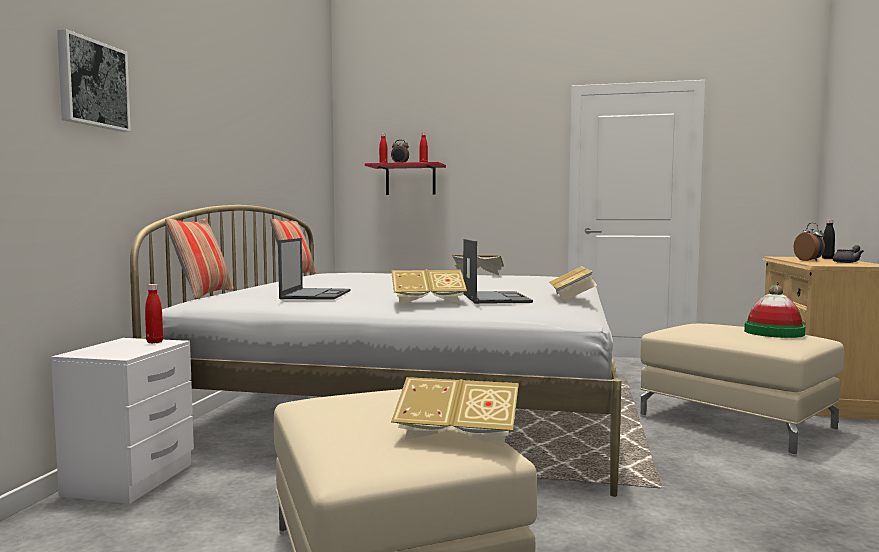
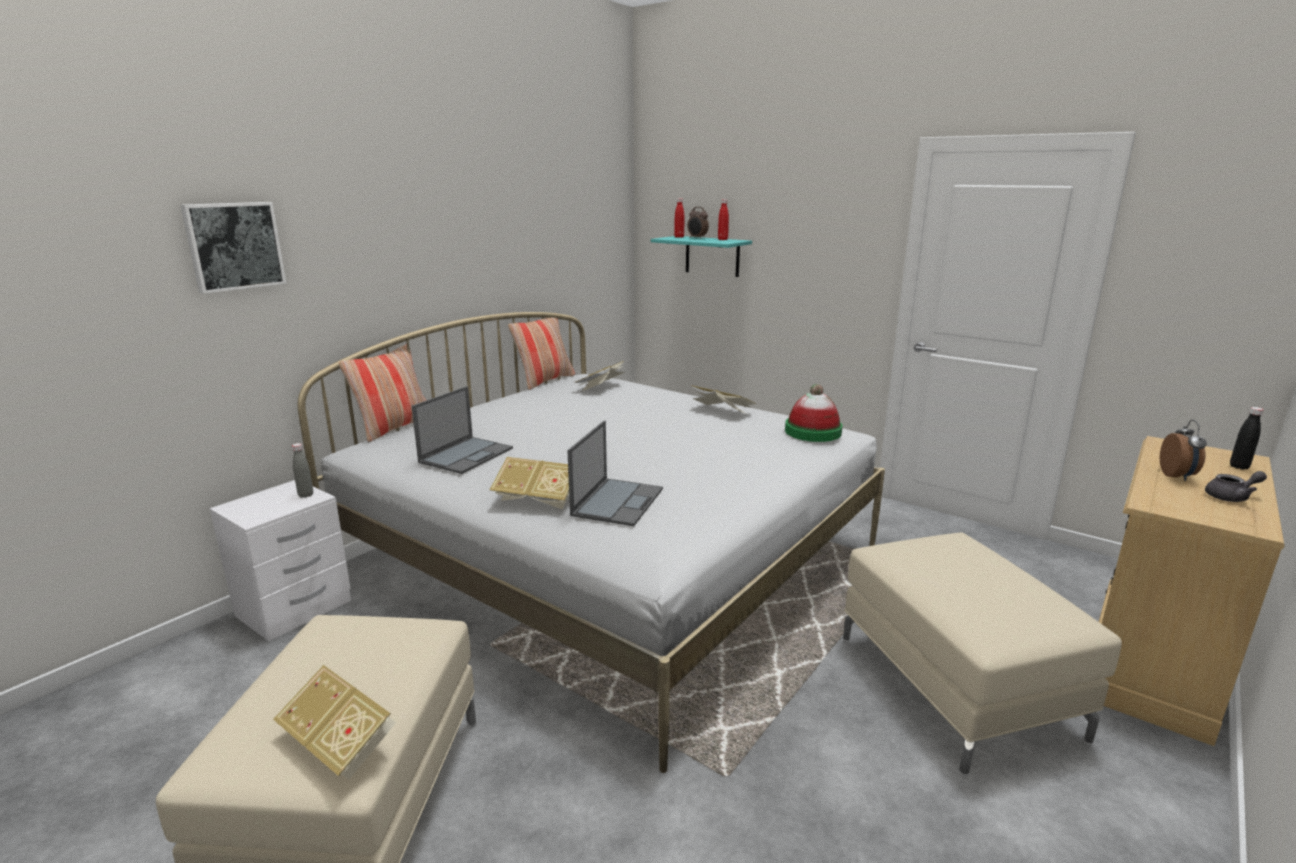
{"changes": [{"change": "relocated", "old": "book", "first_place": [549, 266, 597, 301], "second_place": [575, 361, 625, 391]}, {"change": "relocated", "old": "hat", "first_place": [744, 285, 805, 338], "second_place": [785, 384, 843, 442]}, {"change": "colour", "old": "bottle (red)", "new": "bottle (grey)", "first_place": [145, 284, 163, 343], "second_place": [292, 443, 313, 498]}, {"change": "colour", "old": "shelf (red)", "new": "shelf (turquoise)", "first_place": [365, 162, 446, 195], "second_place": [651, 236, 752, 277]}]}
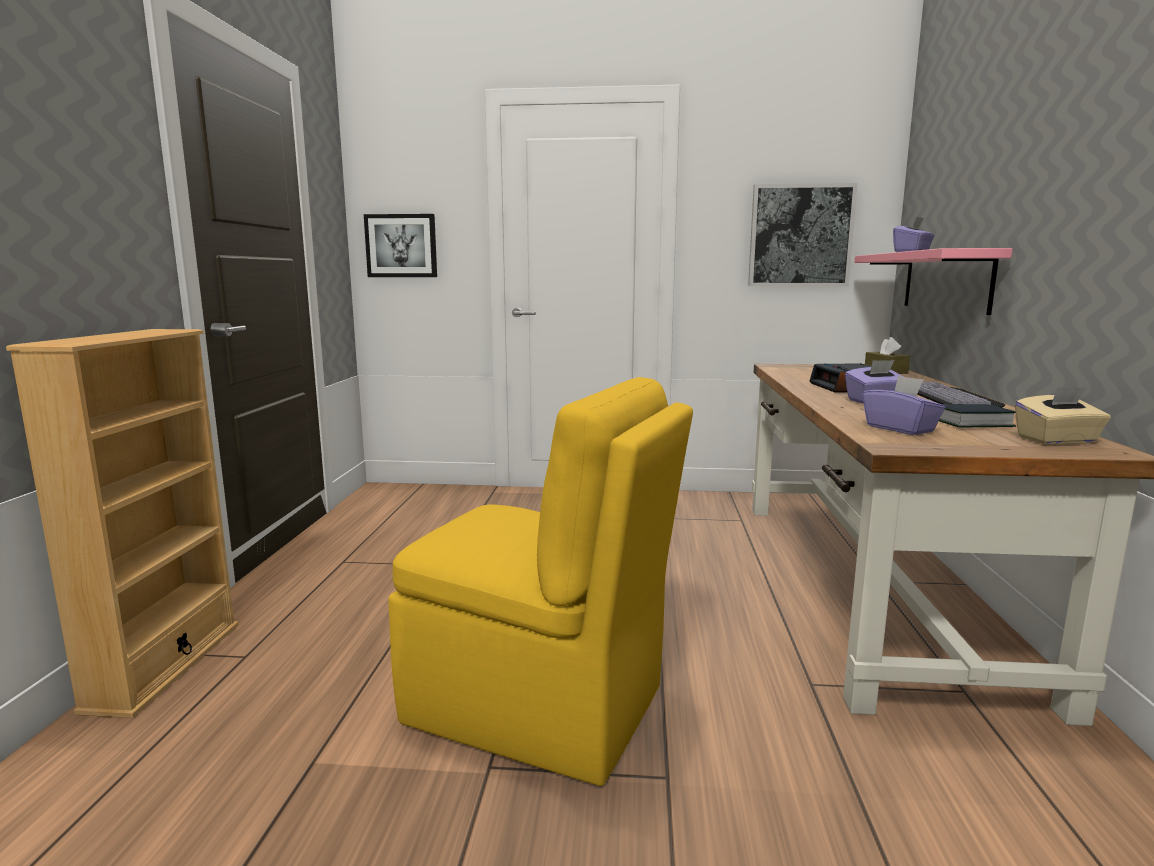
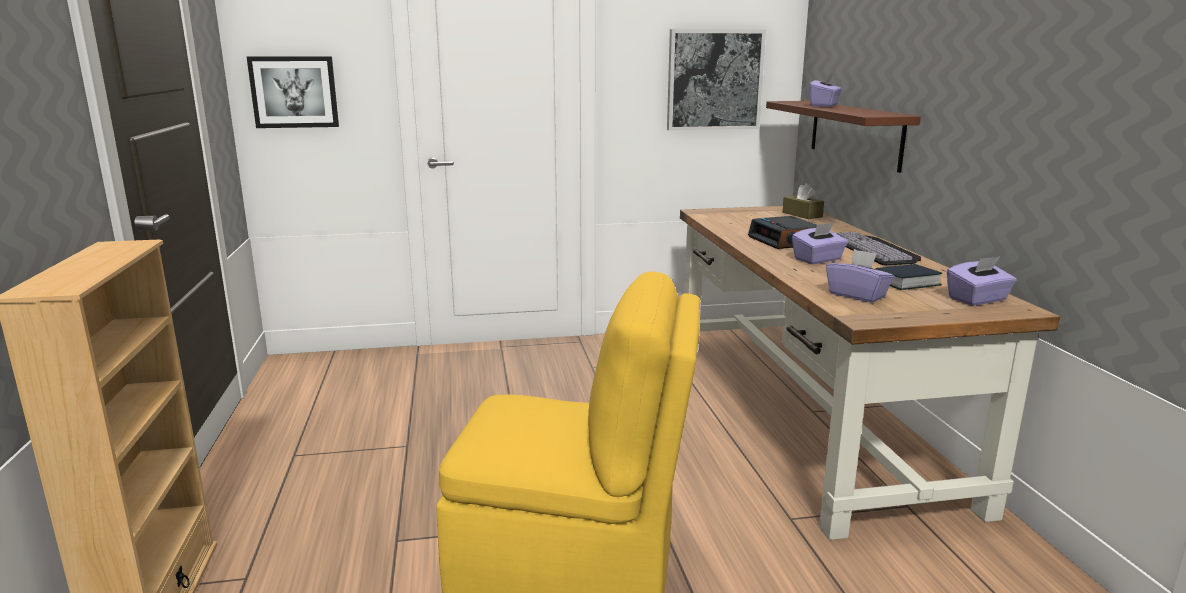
{"changes": [{"change": "colour", "old": "shelf (pink)", "new": "shelf (brown)", "first_place": [854, 248, 1013, 315], "second_place": [766, 101, 921, 173]}, {"change": "colour", "old": "tissue box (beige)", "new": "tissue box (purple)", "first_place": [1015, 387, 1111, 445], "second_place": [947, 257, 1017, 306]}]}
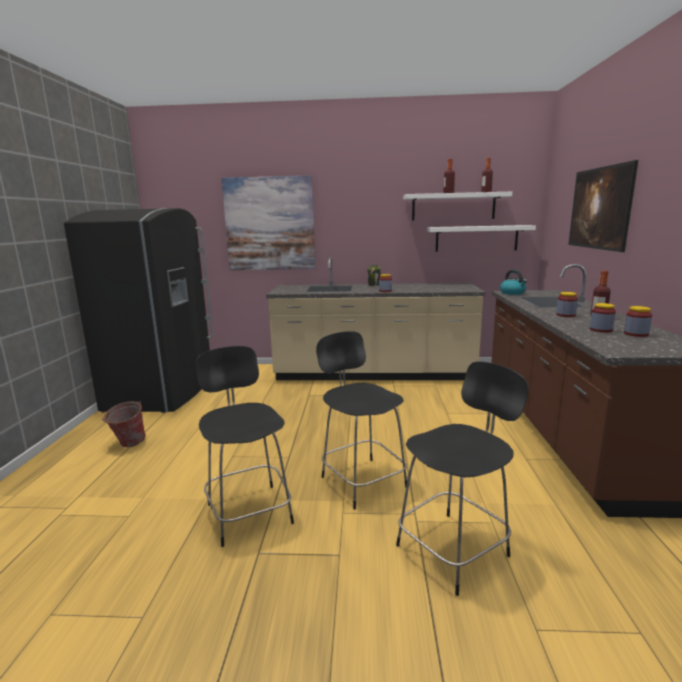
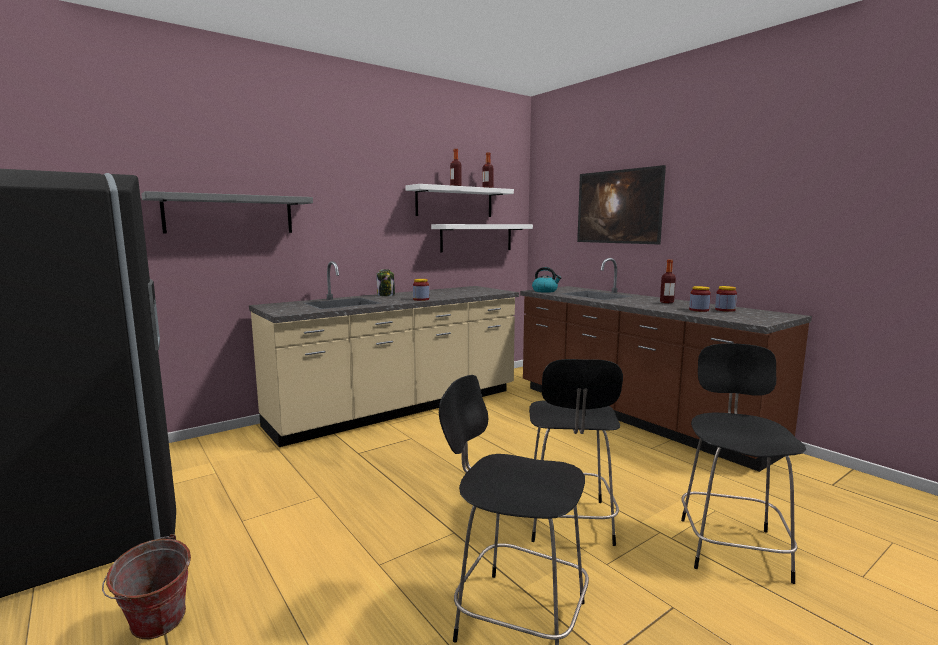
{"changes": [{"change": "missing", "old": "jar", "first_place": [556, 292, 578, 317]}, {"change": "exchanged", "old": "picture", "new": "shelf (grey)", "first_place": [221, 175, 315, 270], "second_place": [141, 191, 313, 234]}, {"change": "spun", "old": "chair (black)", "first_place": [316, 331, 407, 510], "second_place": [529, 359, 623, 546], "degrees": -105}]}
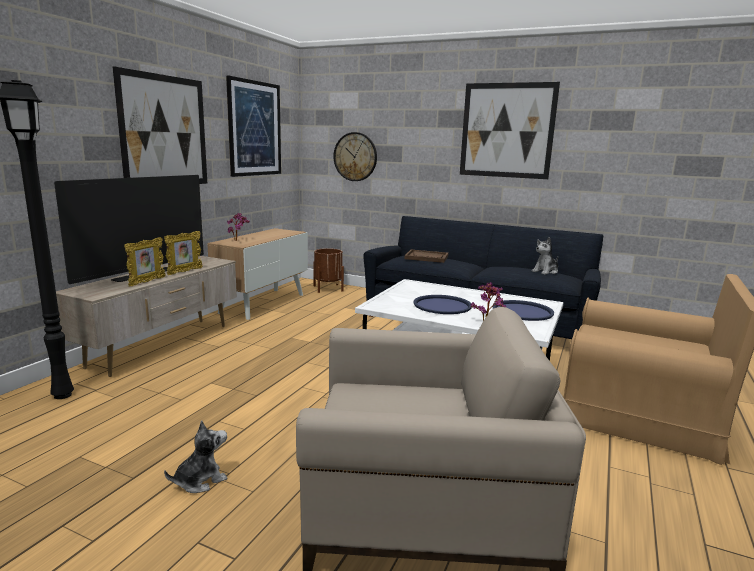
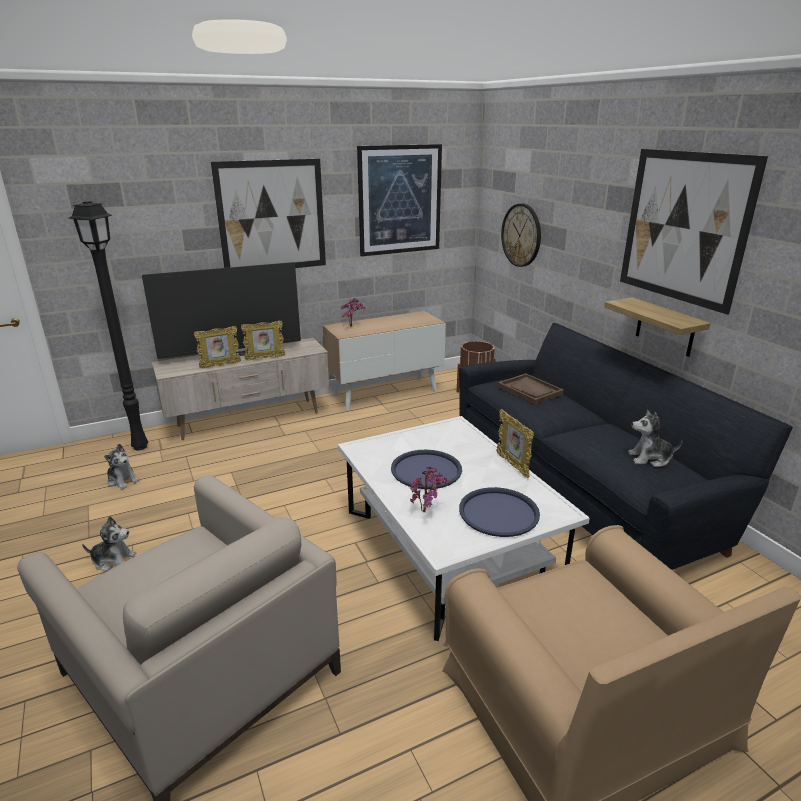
{"changes": [{"change": "appeared", "new": "plush toy", "second_place": [104, 444, 140, 490]}, {"change": "appeared", "new": "picture frame", "second_place": [496, 409, 534, 478]}, {"change": "appeared", "new": "shelf", "second_place": [604, 297, 711, 357]}]}
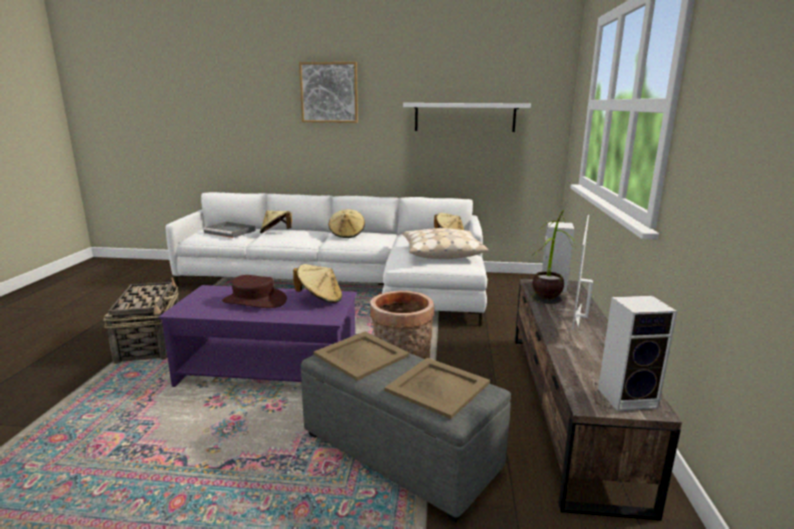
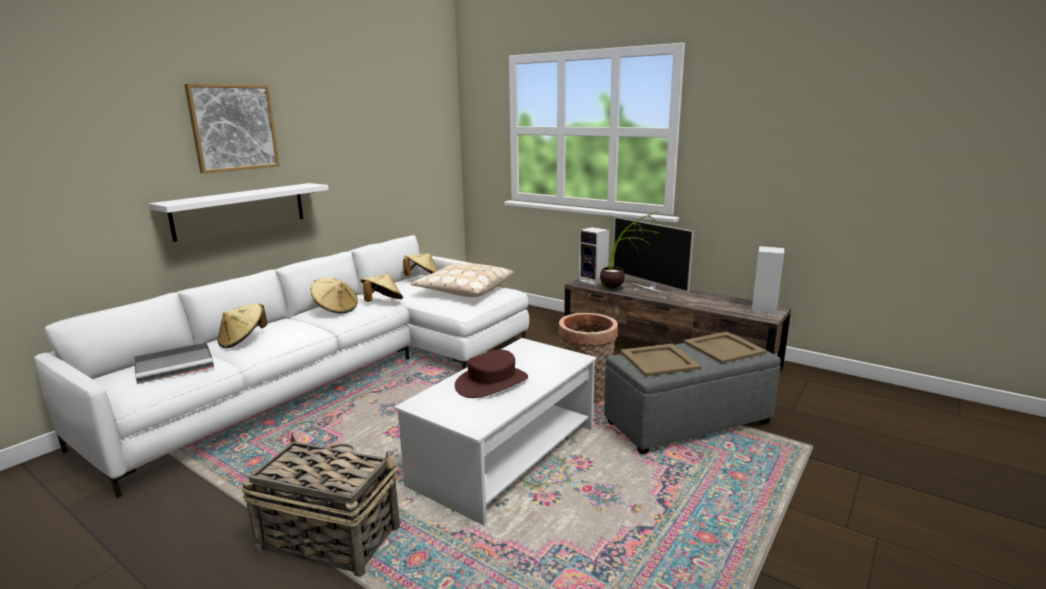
{"changes": [{"change": "relocated", "old": "hat (beige)", "first_place": [293, 264, 342, 303], "second_place": [360, 274, 403, 302]}, {"change": "relocated", "old": "shelf (white)", "first_place": [403, 103, 531, 132], "second_place": [149, 183, 329, 242]}, {"change": "colour", "old": "coffee table (purple)", "new": "coffee table (white)", "first_place": [158, 285, 357, 387], "second_place": [394, 338, 597, 526]}]}
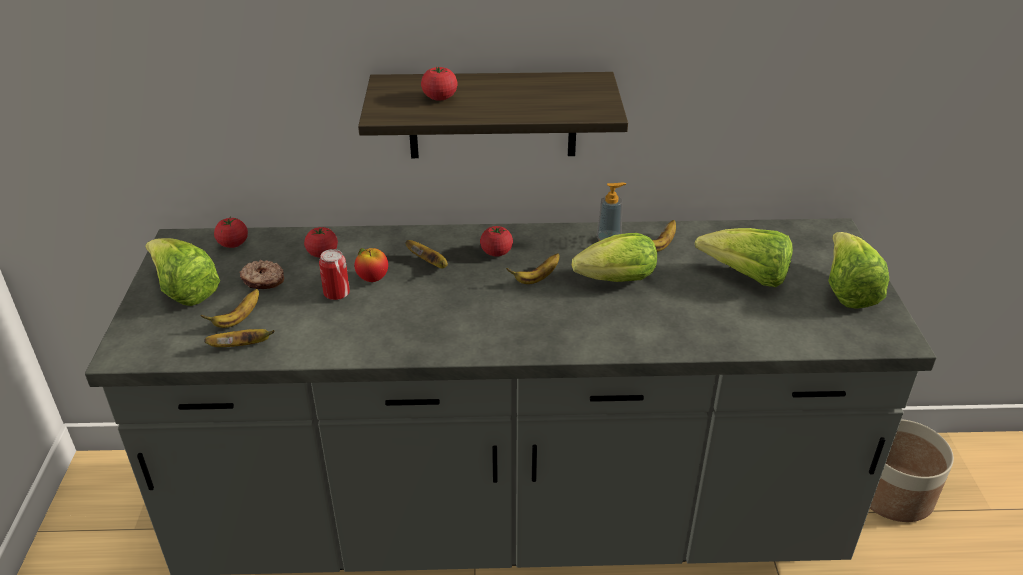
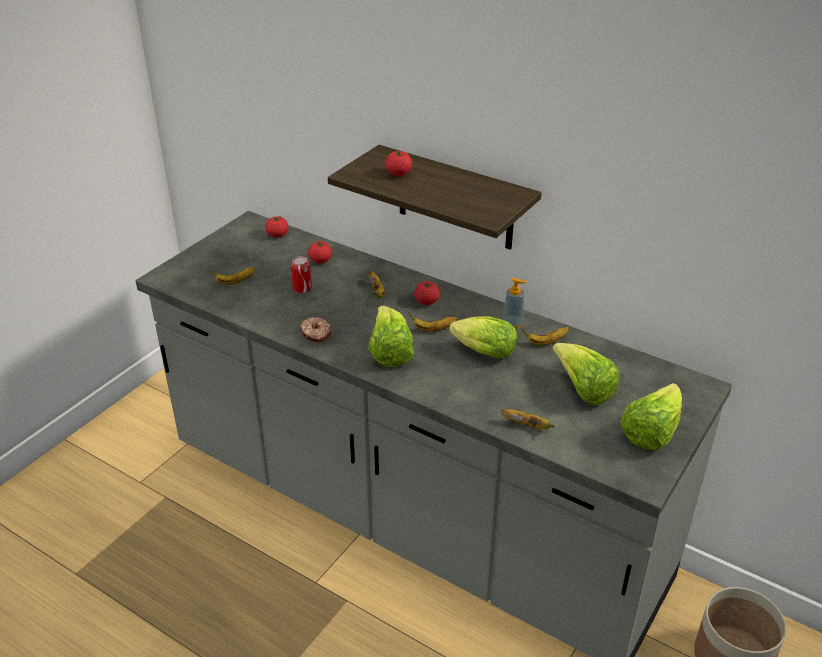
{"changes": [{"change": "missing", "old": "apple", "first_place": [355, 248, 388, 282]}, {"change": "relocated", "old": "lettuce", "first_place": [145, 238, 220, 306], "second_place": [368, 306, 414, 367]}, {"change": "relocated", "old": "banana", "first_place": [204, 329, 275, 347], "second_place": [501, 409, 555, 429]}, {"change": "relocated", "old": "donut", "first_place": [239, 260, 284, 289], "second_place": [300, 317, 331, 342]}]}
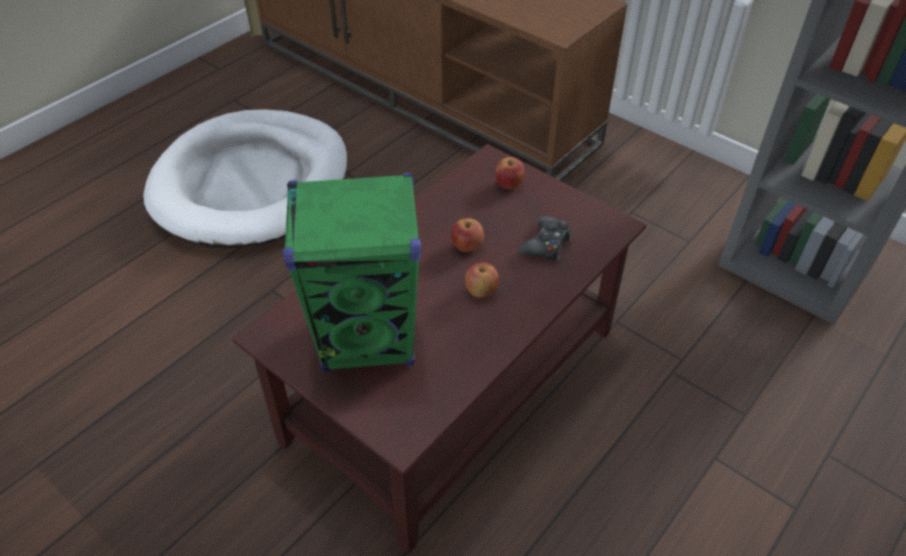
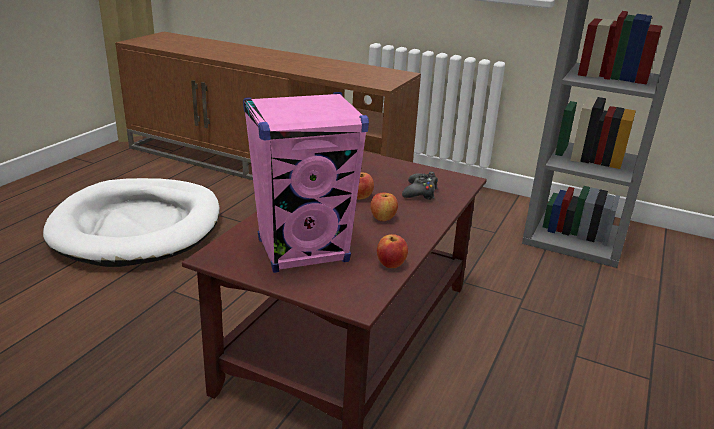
{"changes": [{"change": "relocated", "old": "apple", "first_place": [495, 157, 525, 189], "second_place": [377, 234, 408, 268]}, {"change": "colour", "old": "speaker (green)", "new": "speaker (pink)", "first_place": [283, 173, 421, 373], "second_place": [243, 92, 369, 273]}]}
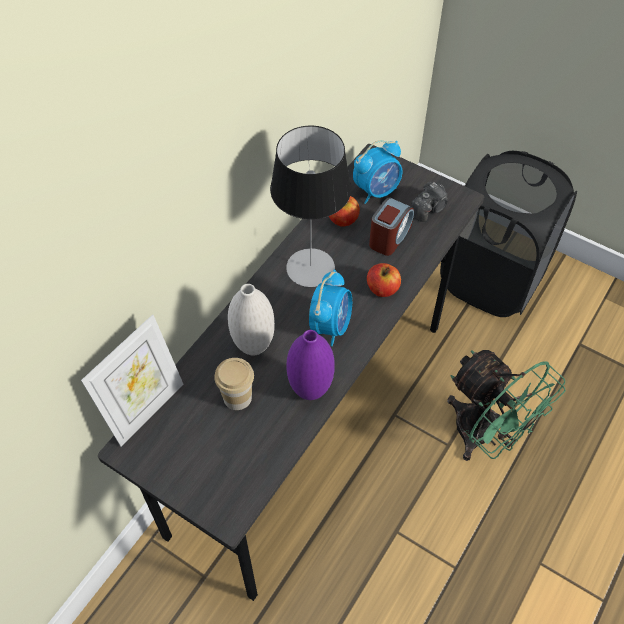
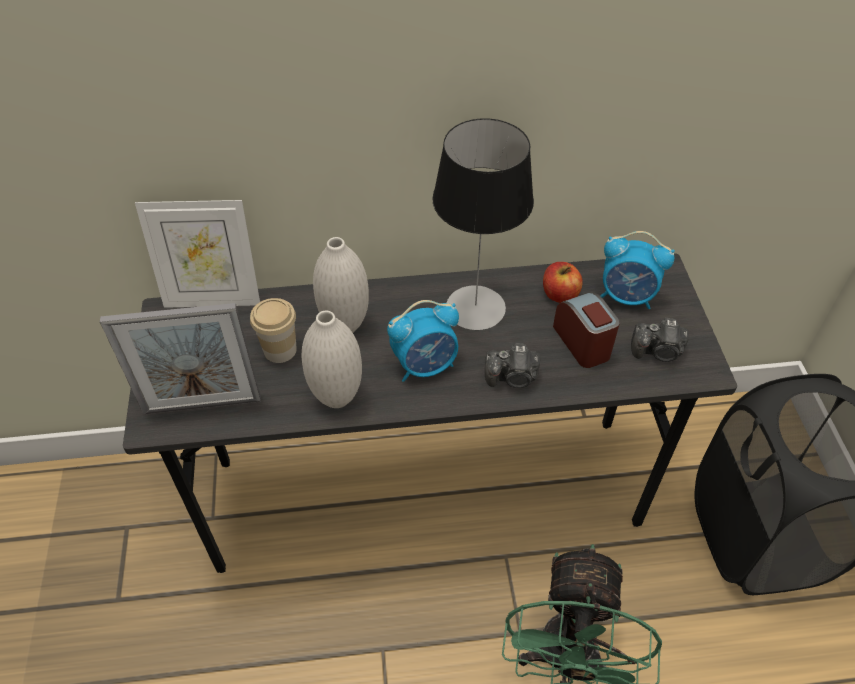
{"changes": [{"change": "appeared", "new": "picture frame", "second_place": [100, 303, 261, 414]}, {"change": "exchanged", "old": "apple", "new": "photo camera", "first_place": [367, 263, 401, 297], "second_place": [485, 343, 540, 388]}, {"change": "colour", "old": "vase (purple)", "new": "vase (white)", "first_place": [286, 330, 335, 400], "second_place": [301, 310, 362, 408]}, {"change": "spun", "old": "alarm clock", "first_place": [369, 197, 414, 256], "second_place": [553, 292, 620, 368], "degrees": -105}]}
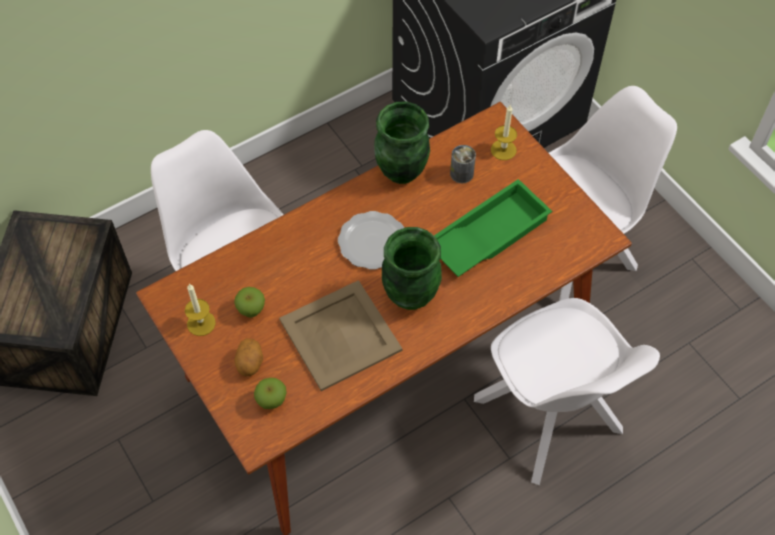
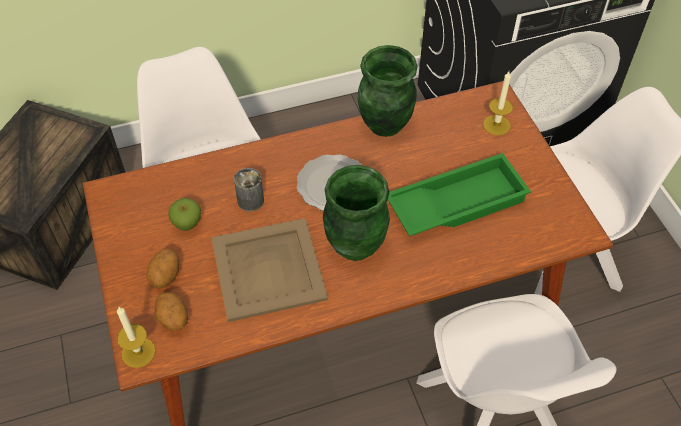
{"changes": [{"change": "relocated", "old": "candle", "first_place": [185, 284, 216, 336], "second_place": [117, 306, 156, 368]}, {"change": "relocated", "old": "can", "first_place": [450, 145, 476, 183], "second_place": [234, 168, 264, 212]}, {"change": "exchanged", "old": "apple", "new": "potato", "first_place": [254, 378, 287, 409], "second_place": [155, 292, 188, 331]}]}
